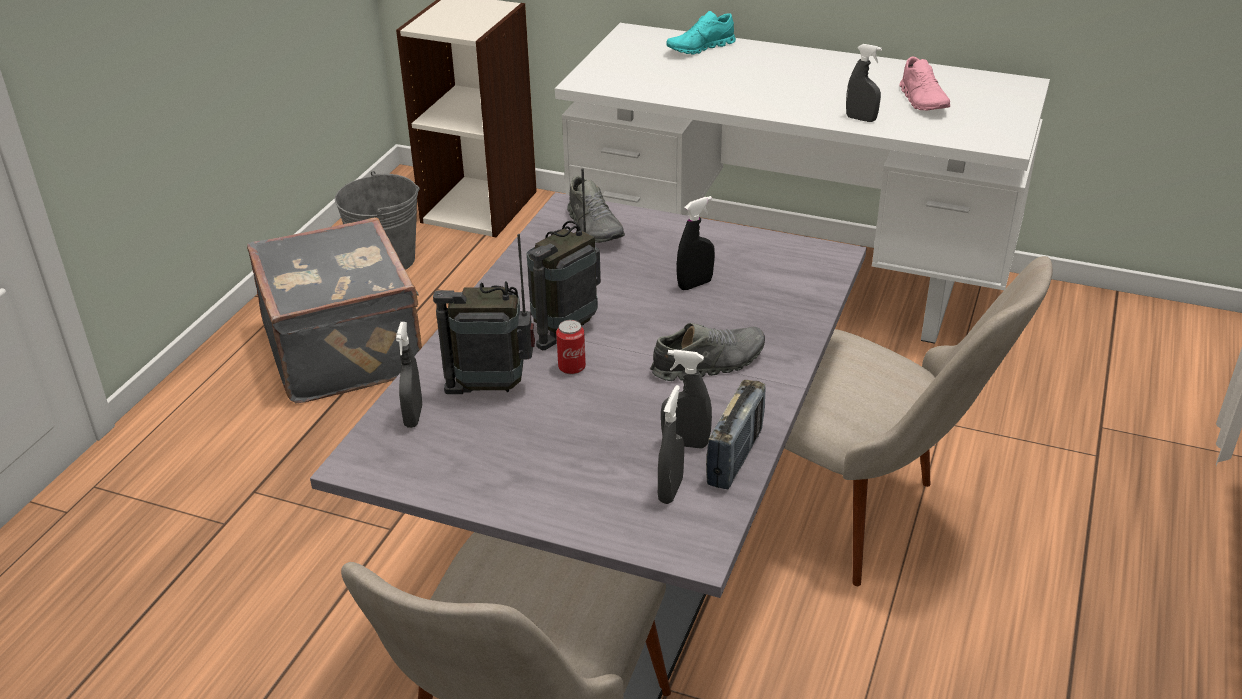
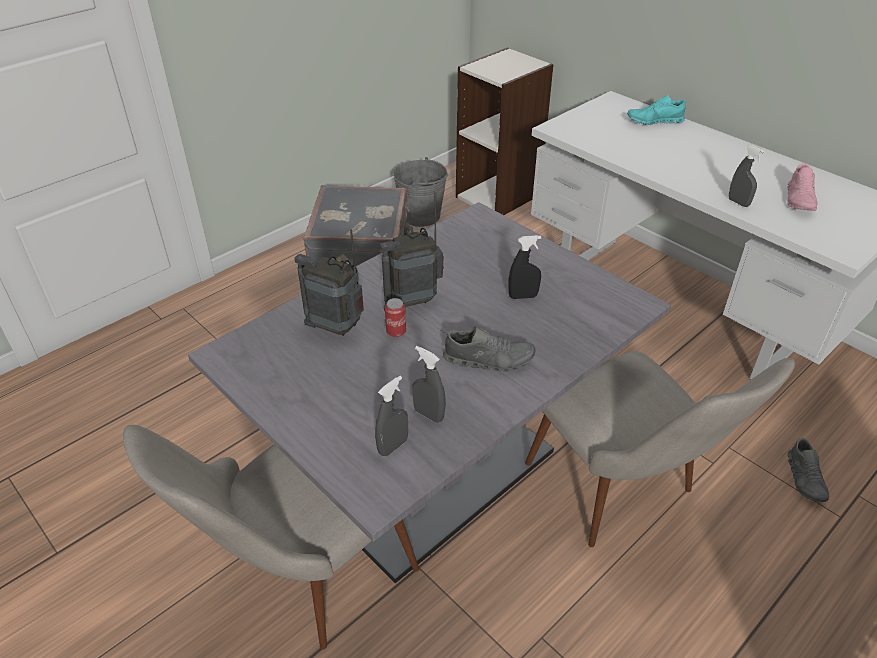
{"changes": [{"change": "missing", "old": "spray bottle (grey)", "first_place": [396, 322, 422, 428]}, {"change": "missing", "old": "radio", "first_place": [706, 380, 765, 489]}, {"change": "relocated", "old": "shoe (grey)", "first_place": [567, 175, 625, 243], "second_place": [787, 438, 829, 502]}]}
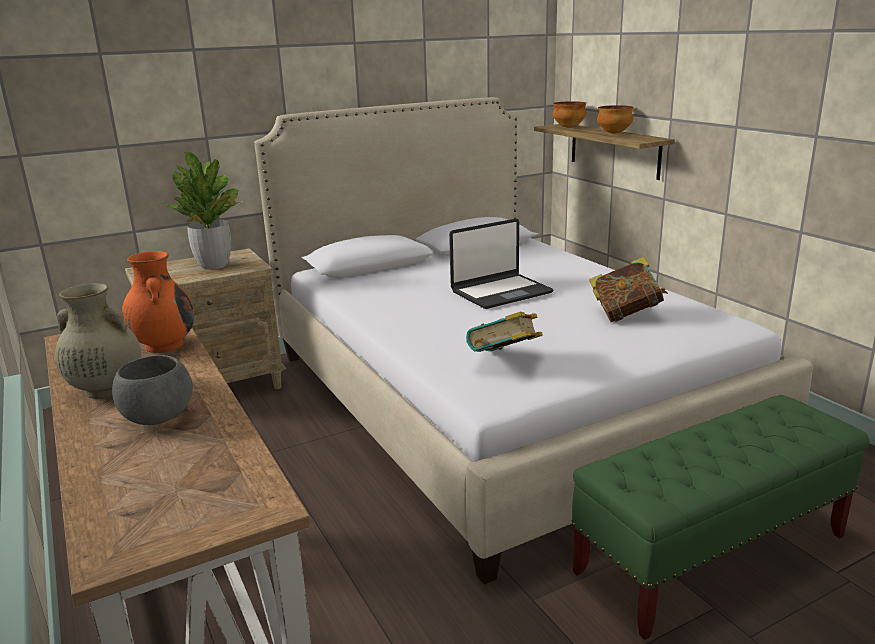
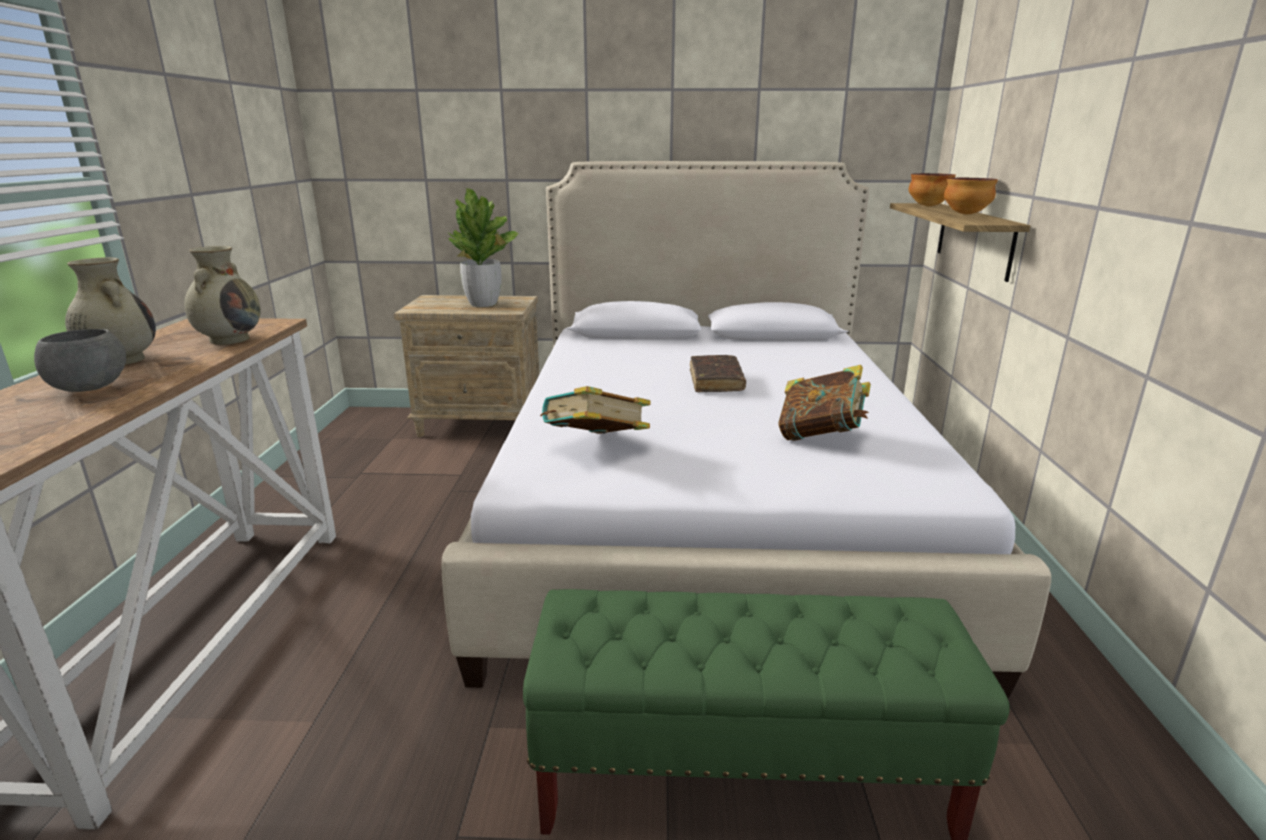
{"changes": [{"change": "exchanged", "old": "laptop", "new": "book (brown)", "first_place": [449, 219, 554, 309], "second_place": [690, 355, 746, 392]}, {"change": "colour", "old": "vase (orange)", "new": "vase (beige)", "first_place": [122, 251, 194, 353], "second_place": [184, 246, 261, 345]}]}
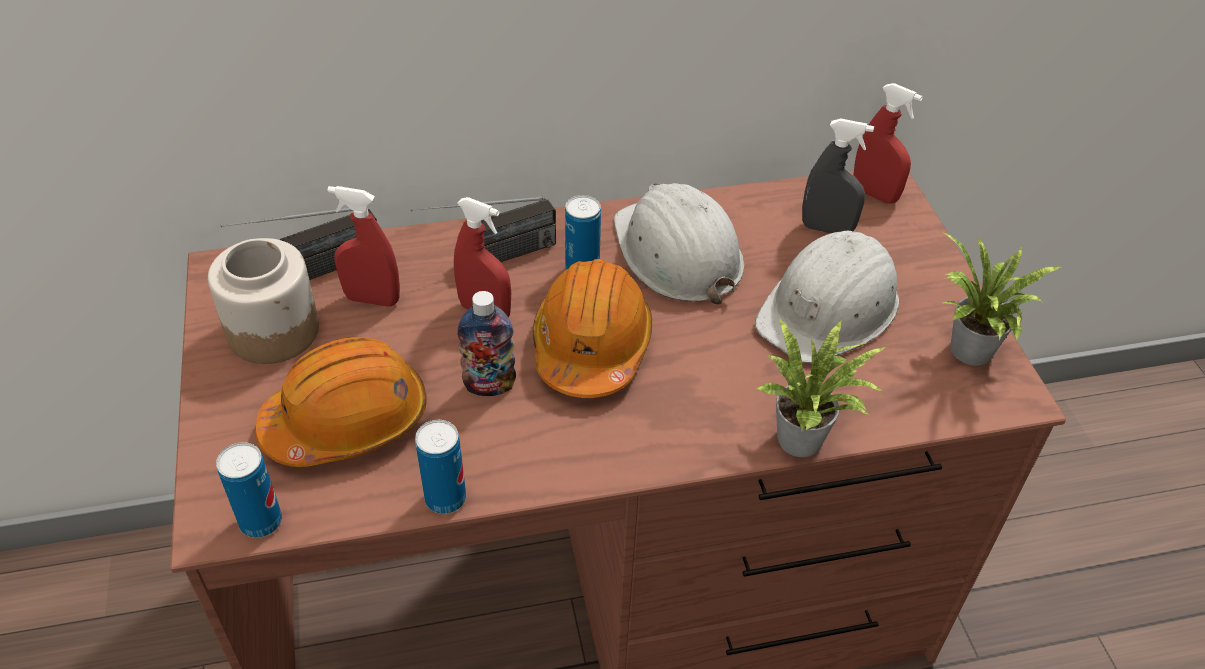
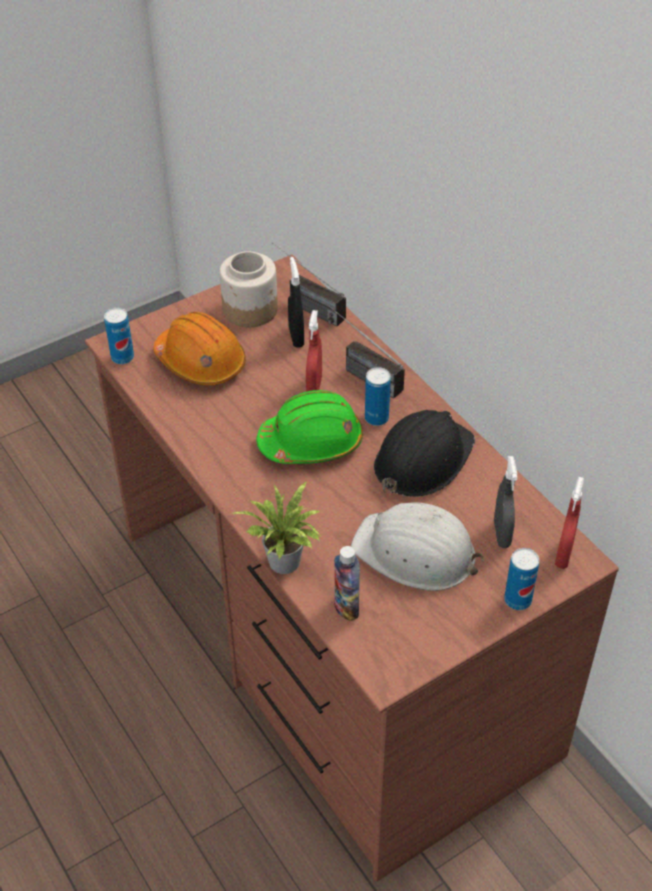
{"changes": [{"change": "missing", "old": "potted plant", "first_place": [943, 233, 1063, 365]}, {"change": "relocated", "old": "can", "first_place": [415, 420, 466, 514], "second_place": [504, 548, 539, 610]}, {"change": "relocated", "old": "bottle", "first_place": [457, 291, 516, 396], "second_place": [334, 546, 360, 621]}, {"change": "colour", "old": "spray bottle (red)", "new": "spray bottle (black)", "first_place": [328, 186, 400, 307], "second_place": [288, 257, 304, 347]}, {"change": "colour", "old": "hard hat (orange)", "new": "hard hat (green)", "first_place": [533, 259, 652, 398], "second_place": [256, 390, 363, 464]}, {"change": "colour", "old": "hard hat (white)", "new": "hard hat (black)", "first_place": [614, 183, 744, 305], "second_place": [374, 410, 475, 497]}]}
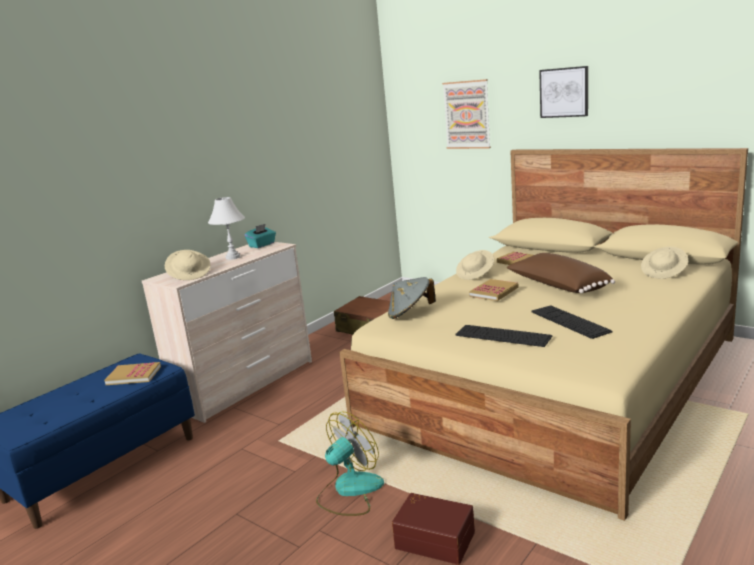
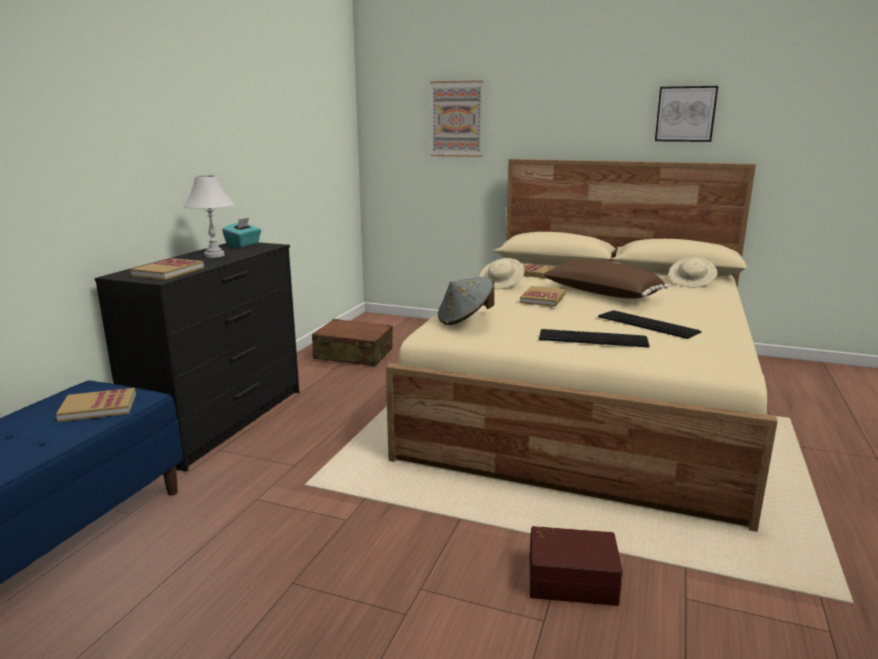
{"changes": [{"change": "missing", "old": "fan", "first_place": [316, 411, 384, 516]}, {"change": "relocated", "old": "picture", "first_place": [539, 66, 588, 118], "second_place": [655, 86, 718, 142]}, {"change": "exchanged", "old": "hat (beige)", "new": "book", "first_place": [165, 250, 210, 280], "second_place": [130, 258, 204, 280]}, {"change": "colour", "old": "dresser (beige)", "new": "dresser (black)", "first_place": [142, 242, 312, 423], "second_place": [95, 242, 299, 472]}]}
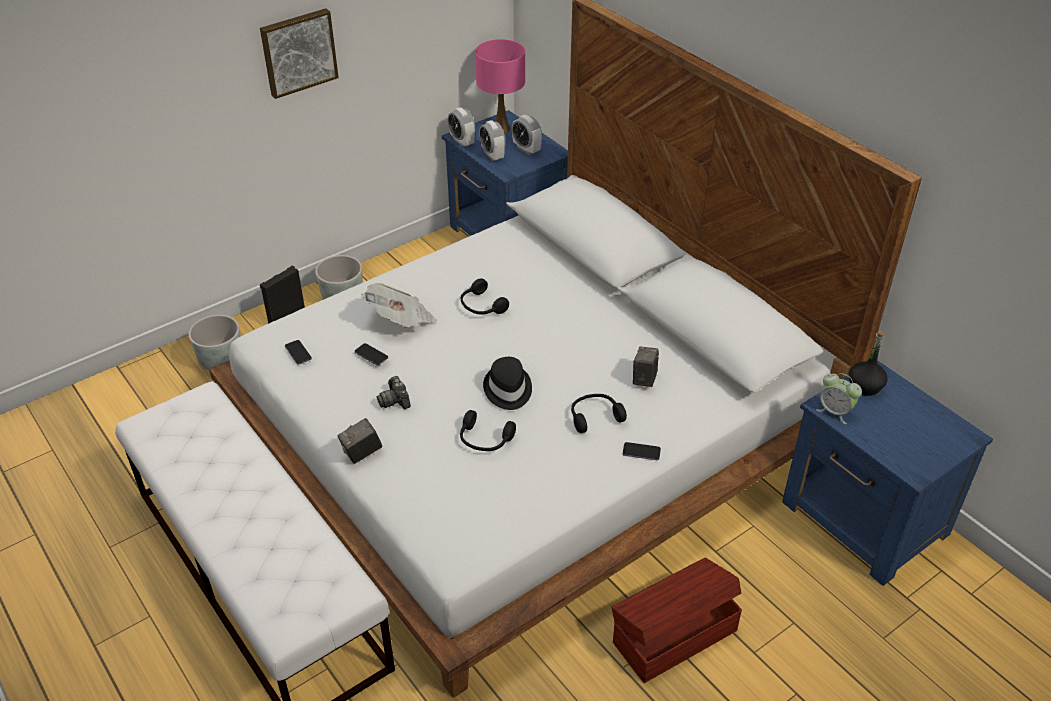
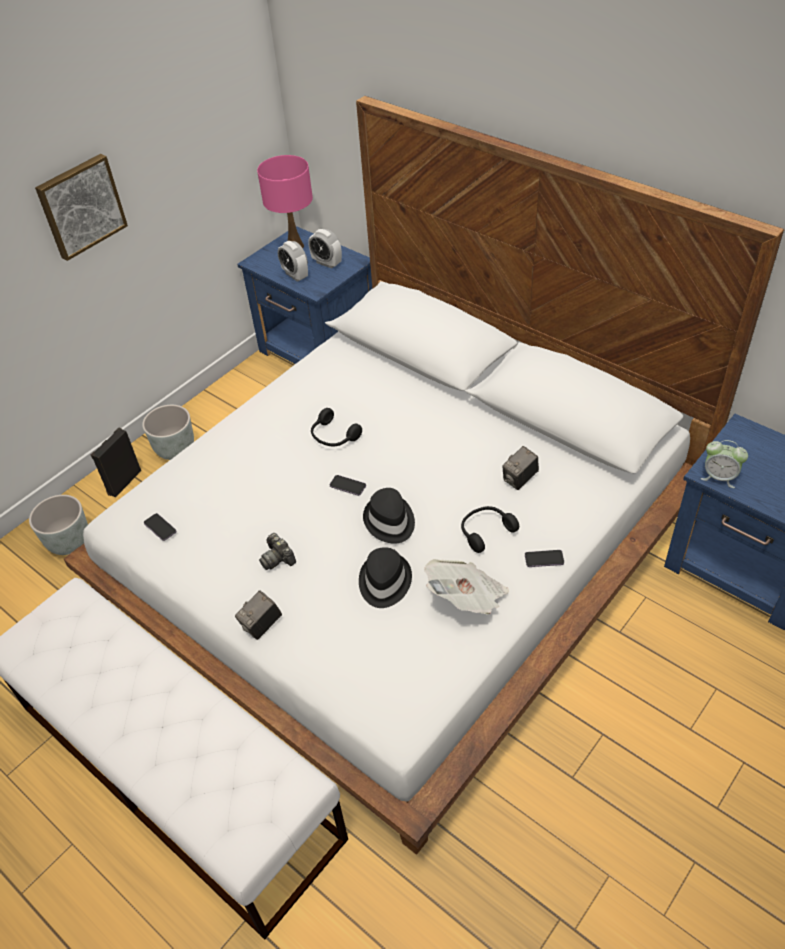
{"changes": [{"change": "missing", "old": "alarm clock", "first_place": [448, 107, 475, 148]}, {"change": "missing", "old": "storage box (brown)", "first_place": [611, 558, 742, 683]}, {"change": "missing", "old": "bottle (black)", "first_place": [849, 331, 888, 396]}, {"change": "relocated", "old": "phone", "first_place": [355, 343, 388, 366], "second_place": [330, 475, 366, 496]}, {"change": "relocated", "old": "newspaper", "first_place": [361, 283, 437, 327], "second_place": [424, 559, 509, 615]}, {"change": "exchanged", "old": "headphones (black)", "new": "hat (black)", "first_place": [460, 410, 516, 451], "second_place": [359, 547, 412, 608]}, {"change": "spun", "old": "photo camera", "first_place": [633, 347, 659, 387], "second_place": [502, 446, 539, 490], "degrees": -135}]}
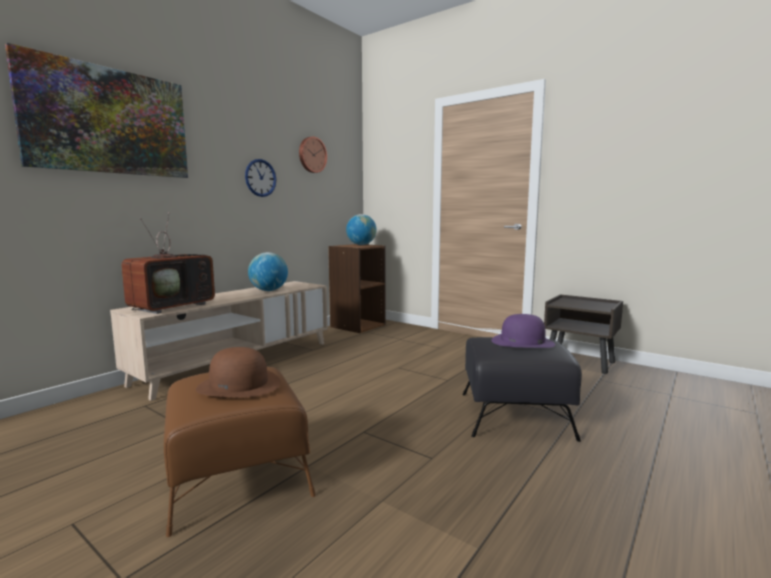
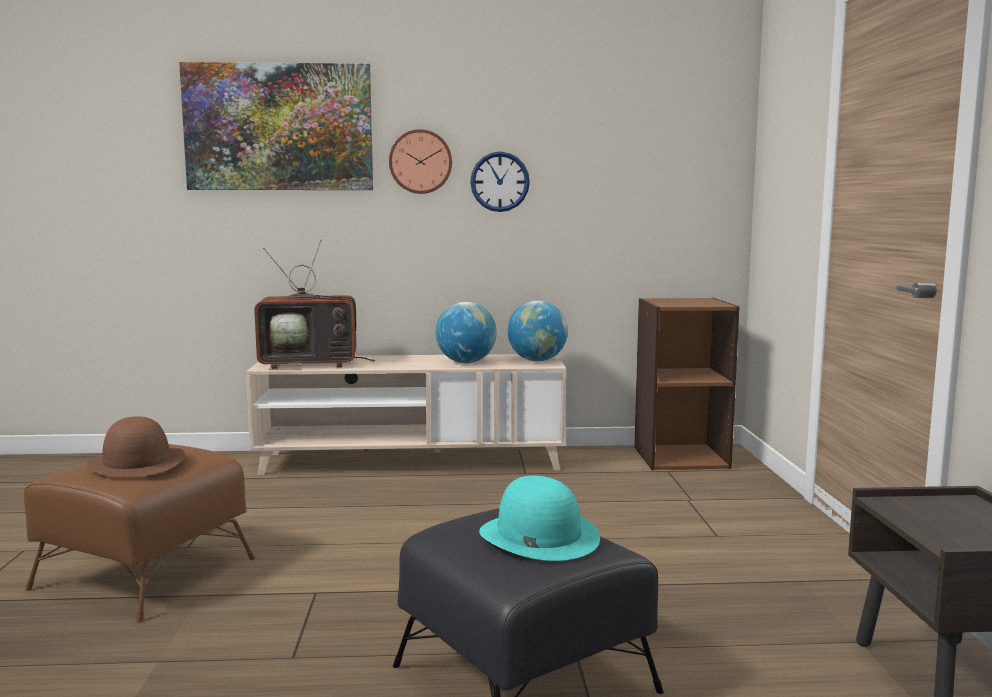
{"changes": [{"change": "relocated", "old": "wall clock", "first_place": [299, 137, 327, 173], "second_place": [389, 129, 452, 194]}, {"change": "relocated", "old": "globe", "first_place": [346, 214, 376, 245], "second_place": [507, 301, 568, 361]}, {"change": "colour", "old": "hat (purple)", "new": "hat (turquoise)", "first_place": [491, 314, 555, 348], "second_place": [479, 476, 600, 561]}]}
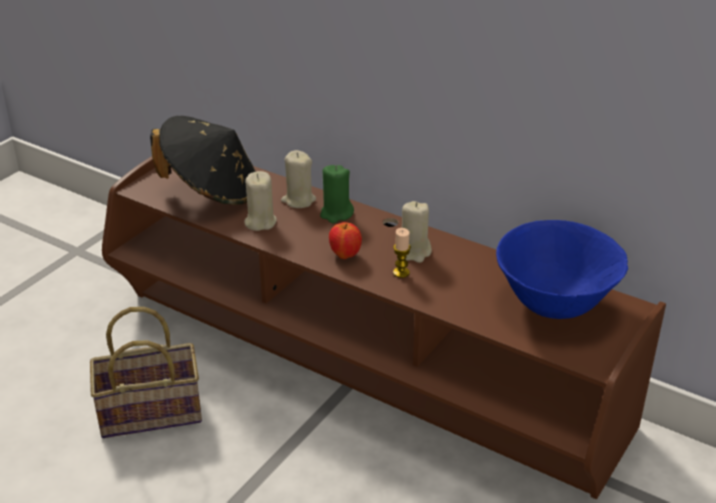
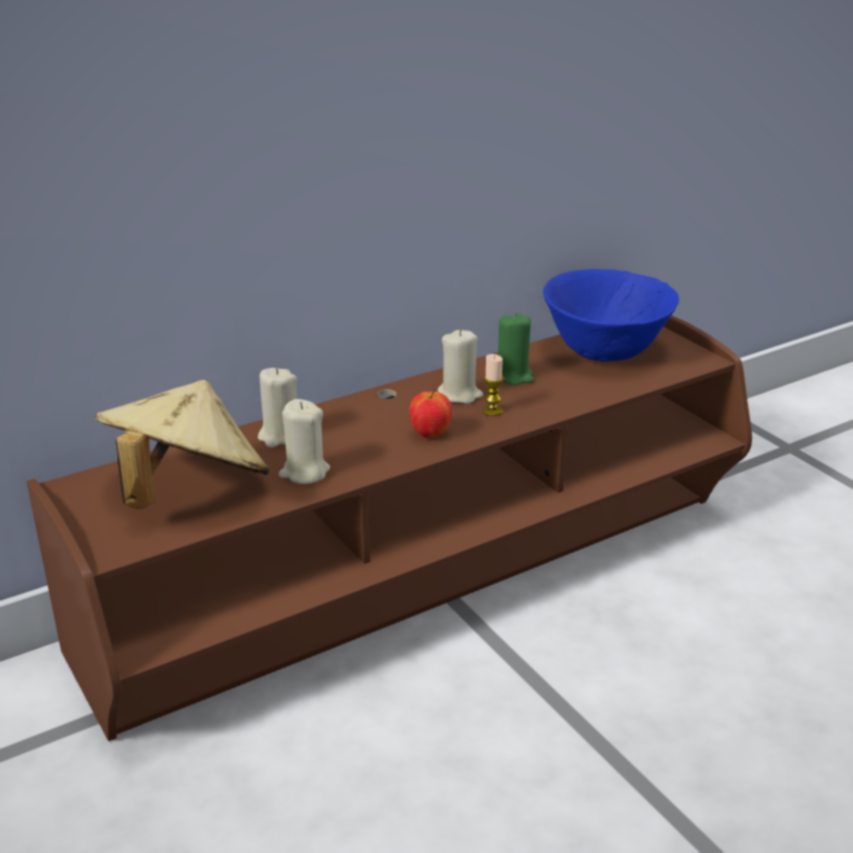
{"changes": [{"change": "missing", "old": "basket", "first_place": [90, 307, 202, 438]}, {"change": "relocated", "old": "candle (green)", "first_place": [320, 165, 354, 223], "second_place": [498, 312, 534, 386]}, {"change": "colour", "old": "hat (black)", "new": "hat (beige)", "first_place": [150, 116, 256, 205], "second_place": [95, 380, 269, 509]}]}
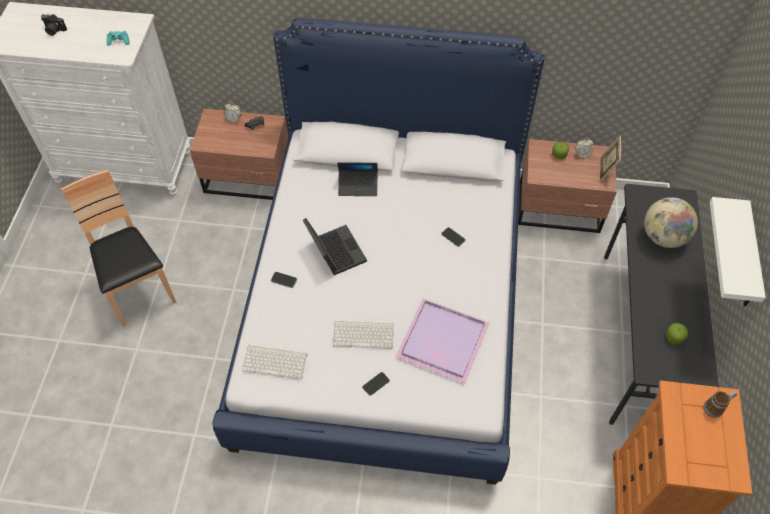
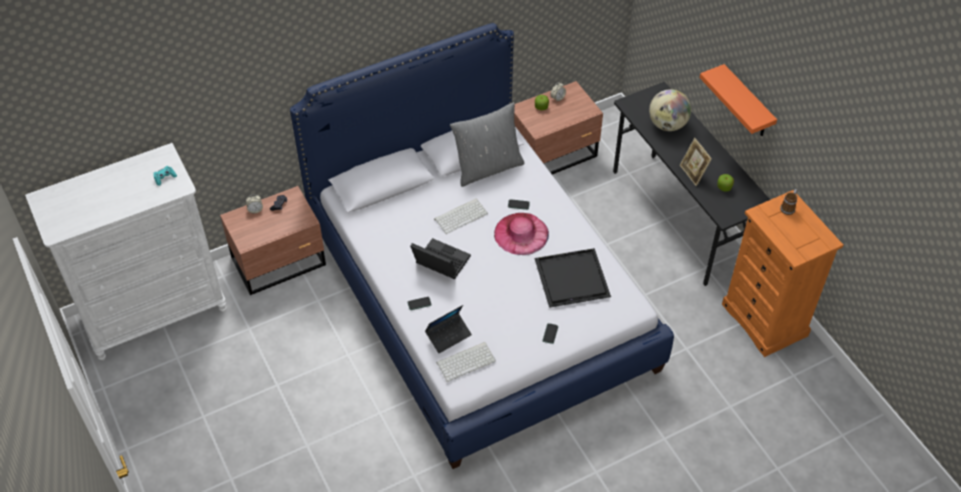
{"changes": [{"change": "missing", "old": "photo camera", "first_place": [41, 14, 67, 36]}, {"change": "missing", "old": "chair (brown)", "first_place": [61, 170, 177, 327]}, {"change": "appeared", "new": "pillow (grey)", "second_place": [450, 102, 525, 187]}, {"change": "appeared", "new": "hat (pink)", "second_place": [494, 213, 549, 255]}, {"change": "relocated", "old": "keyboard", "first_place": [333, 321, 394, 349], "second_place": [434, 198, 488, 234]}, {"change": "relocated", "old": "laptop", "first_place": [337, 162, 378, 196], "second_place": [425, 305, 472, 353]}, {"change": "relocated", "old": "picture frame", "first_place": [599, 136, 621, 182], "second_place": [680, 138, 712, 186]}, {"change": "colour", "old": "tray (purple)", "new": "tray (black)", "first_place": [396, 298, 490, 383], "second_place": [534, 248, 611, 308]}, {"change": "colour", "old": "shelf (white)", "new": "shelf (orange)", "first_place": [710, 197, 766, 307], "second_place": [700, 64, 777, 136]}]}
